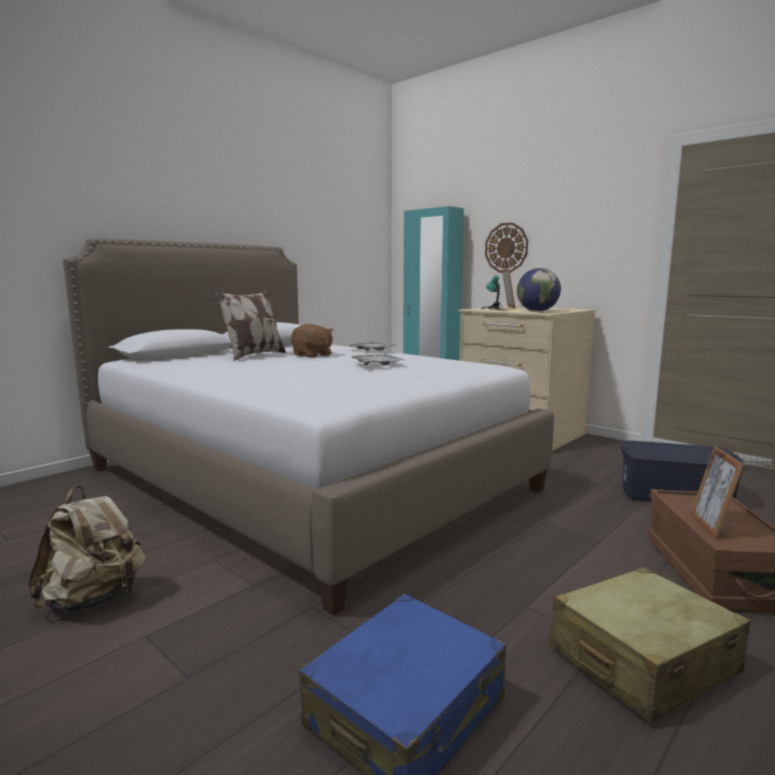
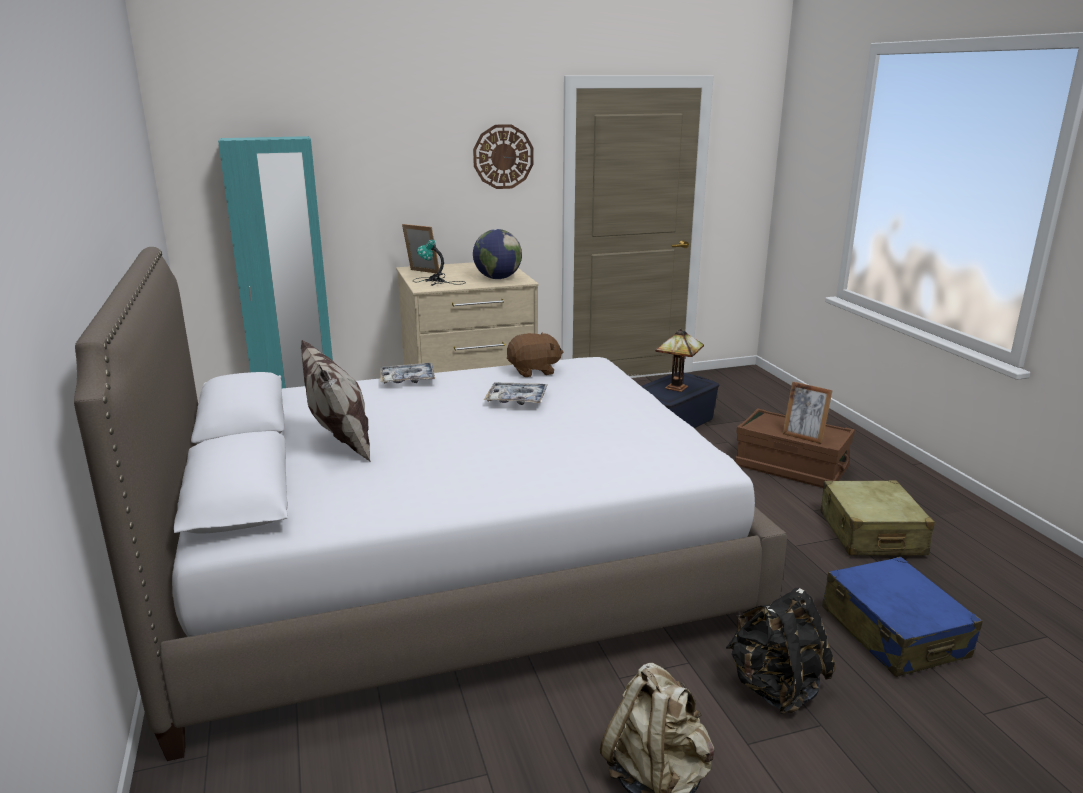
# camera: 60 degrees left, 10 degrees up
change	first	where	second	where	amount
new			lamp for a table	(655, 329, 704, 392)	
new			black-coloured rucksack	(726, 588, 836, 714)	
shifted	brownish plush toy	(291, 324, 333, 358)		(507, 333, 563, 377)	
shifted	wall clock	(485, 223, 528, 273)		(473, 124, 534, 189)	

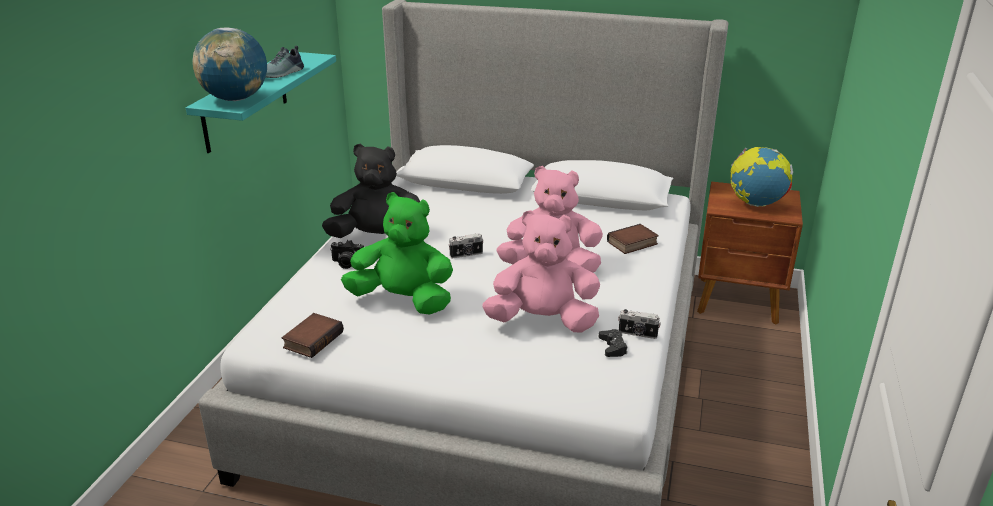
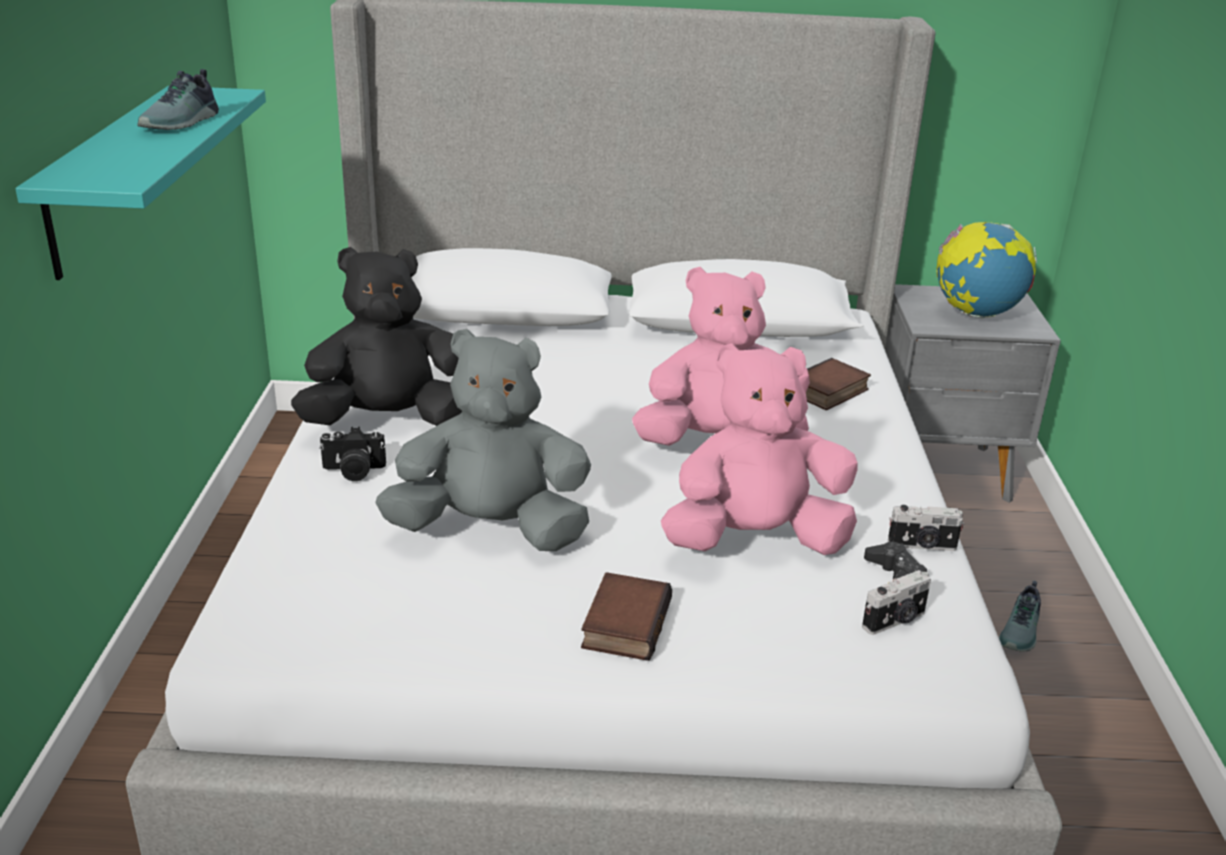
# camera: 15 degrees left, 0 degrees up
change	first	where	second	where	amount
gone	world globe	(192, 28, 267, 101)			
new			item of footwear	(999, 581, 1041, 652)	
shifted	bound book	(282, 313, 344, 358)		(581, 572, 672, 661)	
shifted	photo camera	(448, 233, 484, 258)		(862, 570, 931, 635)	
repainted	green-coloured plush toy	(341, 192, 453, 315)	gray plush toy	(375, 329, 591, 551)	
repainted	brownish bedside table	(697, 181, 803, 325)	gray bedside table	(885, 284, 1061, 503)	

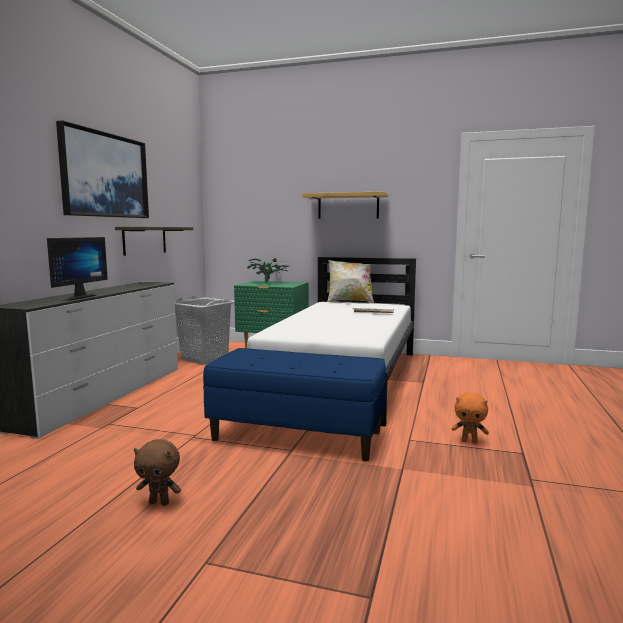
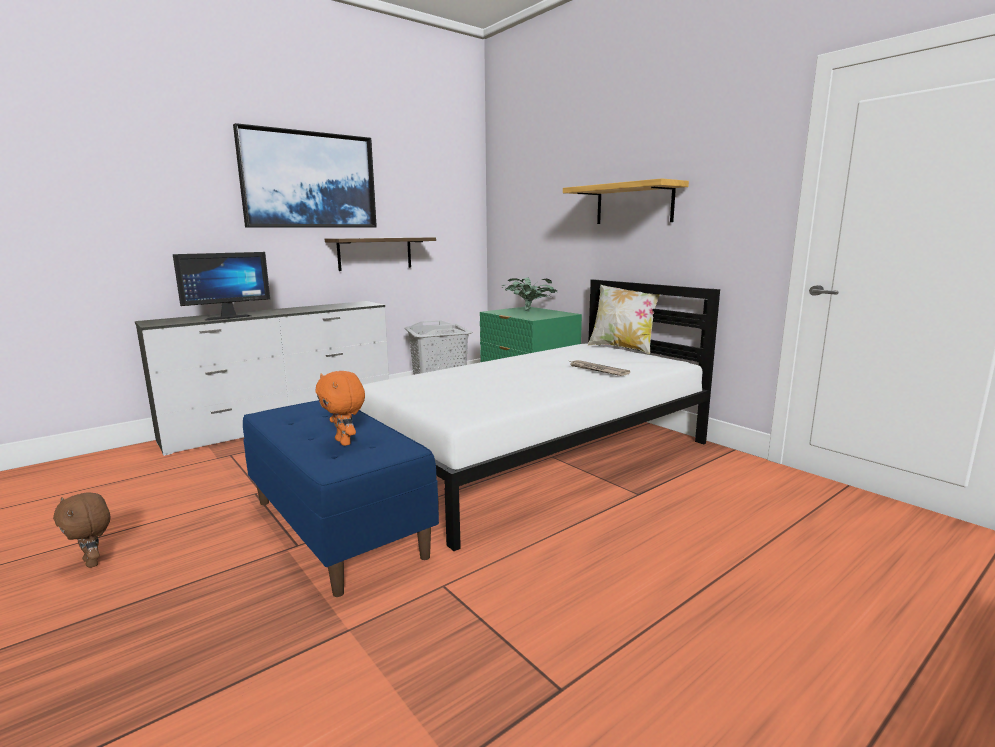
# camera: 35 degrees right, 5 degrees up
change	first	where	second	where	amount
shifted	orange plush toy	(452, 392, 489, 444)		(315, 371, 365, 446)	

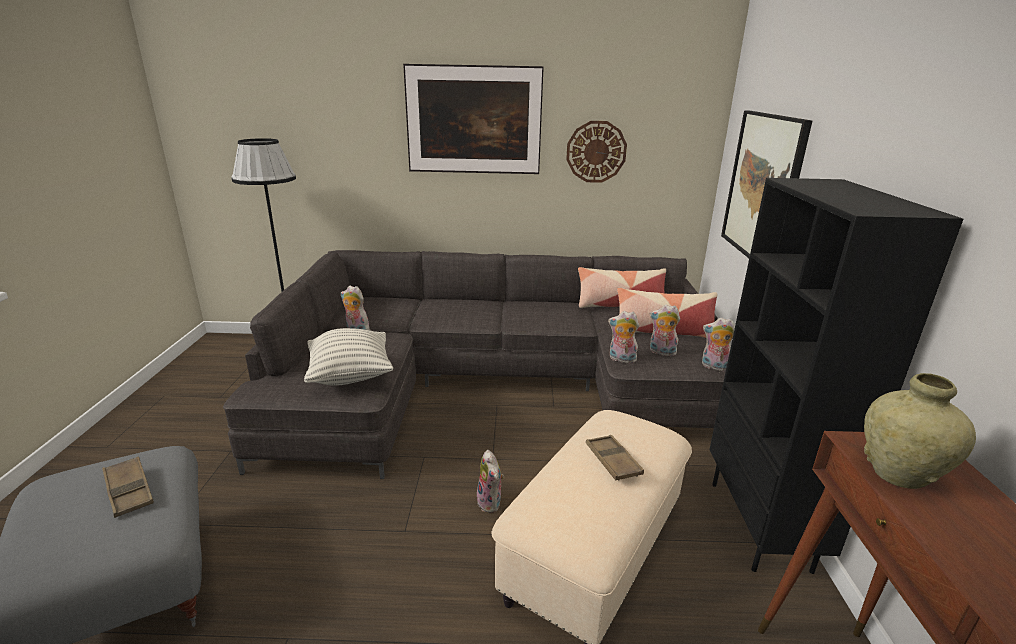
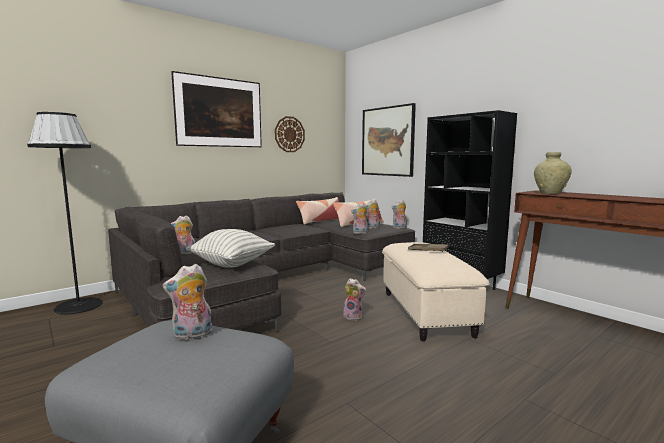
# camera: 40 degrees left, 15 degrees down
change	first	where	second	where	amount
swapped	brownish serving tray	(102, 456, 154, 518)	plush toy	(163, 264, 212, 340)	

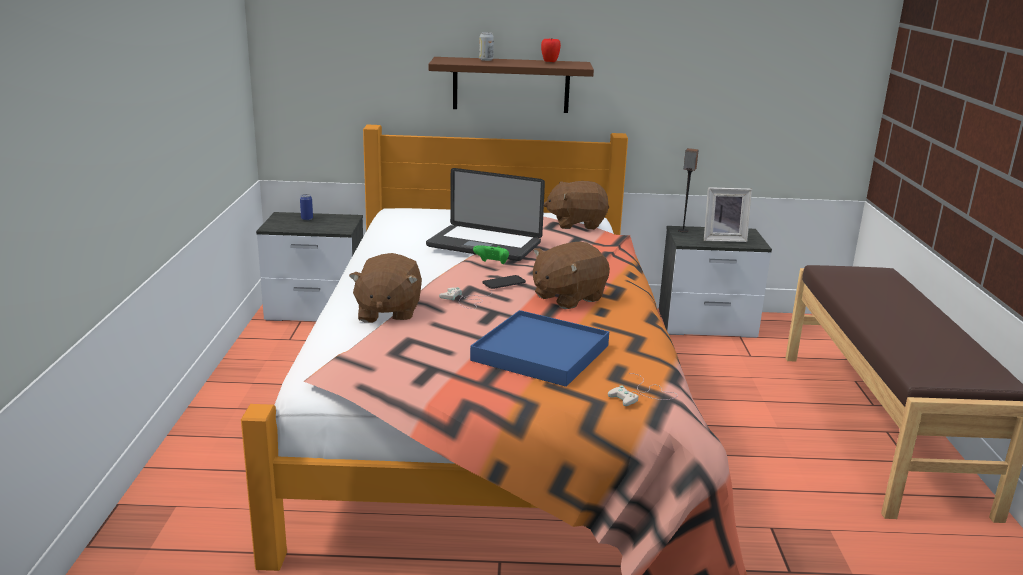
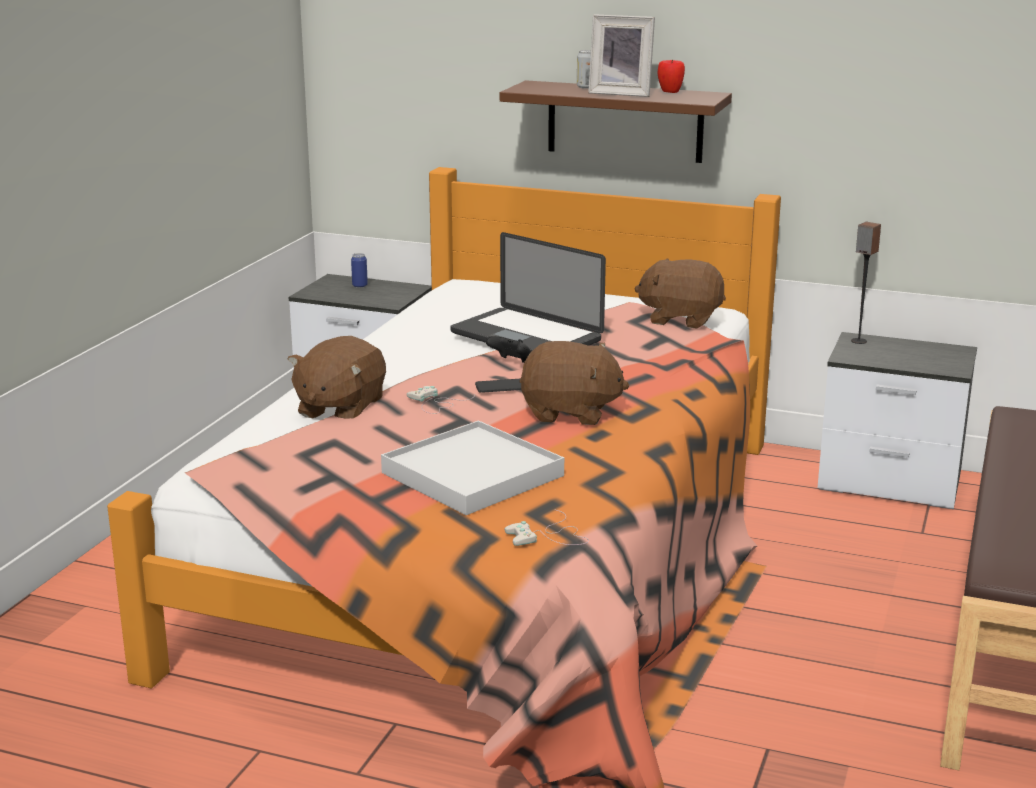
# camera: 20 degrees right, 0 degrees up
change	first	where	second	where	amount
shifted	picture frame	(704, 187, 752, 242)		(588, 14, 655, 97)	
repainted	bluish serving tray	(470, 310, 609, 387)	white-coloured serving tray	(381, 421, 564, 515)	
repainted	green-coloured joypad	(473, 245, 509, 264)	black-coloured joypad	(486, 336, 531, 363)	
rotated	brownish plush toy	(533, 242, 610, 309)		(519, 341, 629, 425)	150 degrees counterclockwise

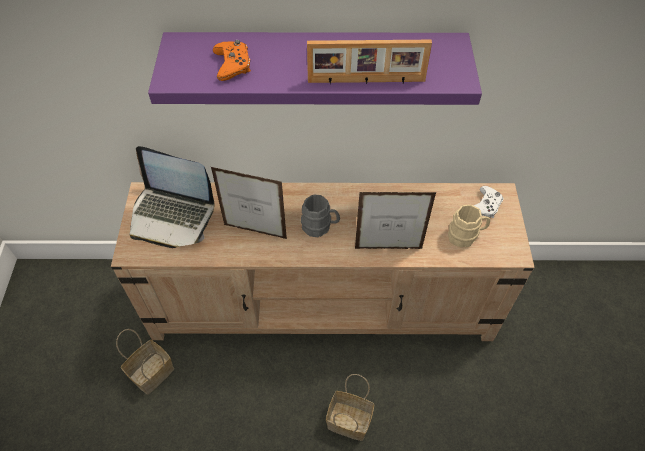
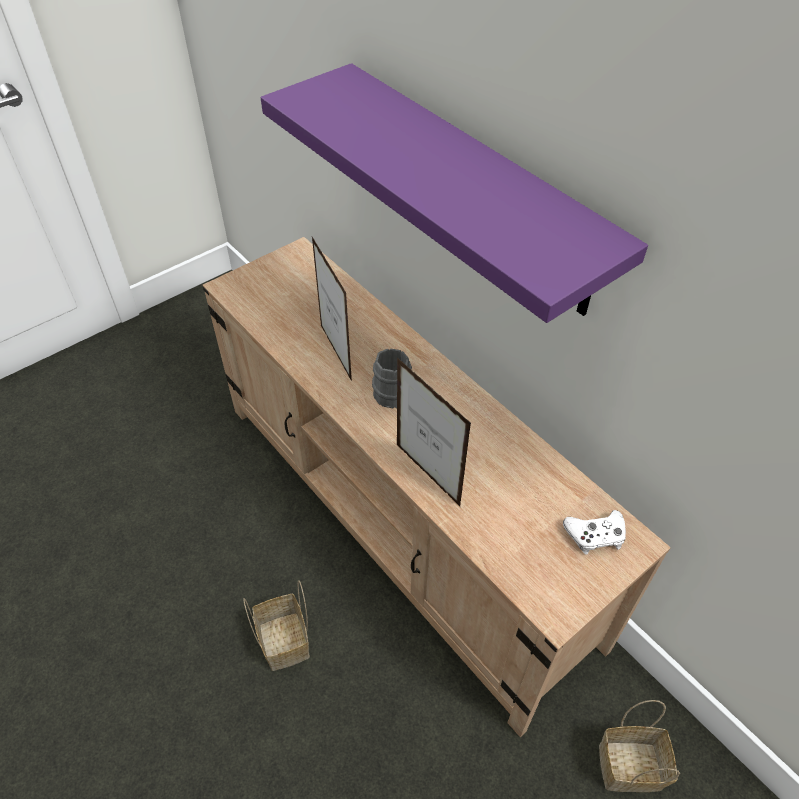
# camera: 50 degrees right, 5 degrees down
change	first	where	second	where	amount
gone	laptop	(129, 146, 214, 248)			
gone	orange joypad	(213, 40, 251, 81)			
gone	picture frame	(307, 40, 432, 84)			
gone	beige coffee mug	(448, 204, 490, 248)			
shifted	storage basket	(116, 329, 174, 395)		(599, 700, 680, 792)	

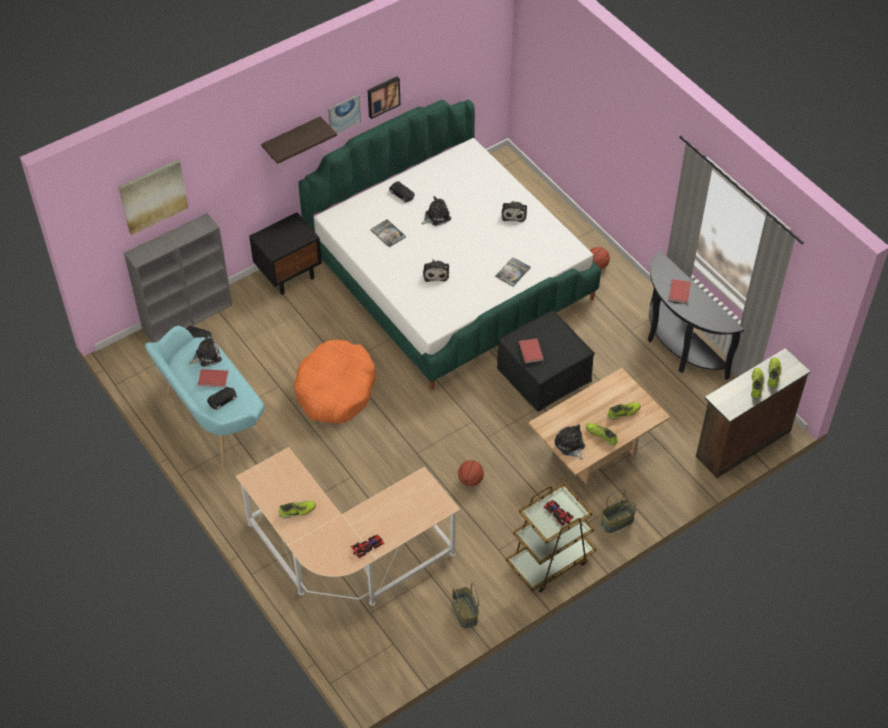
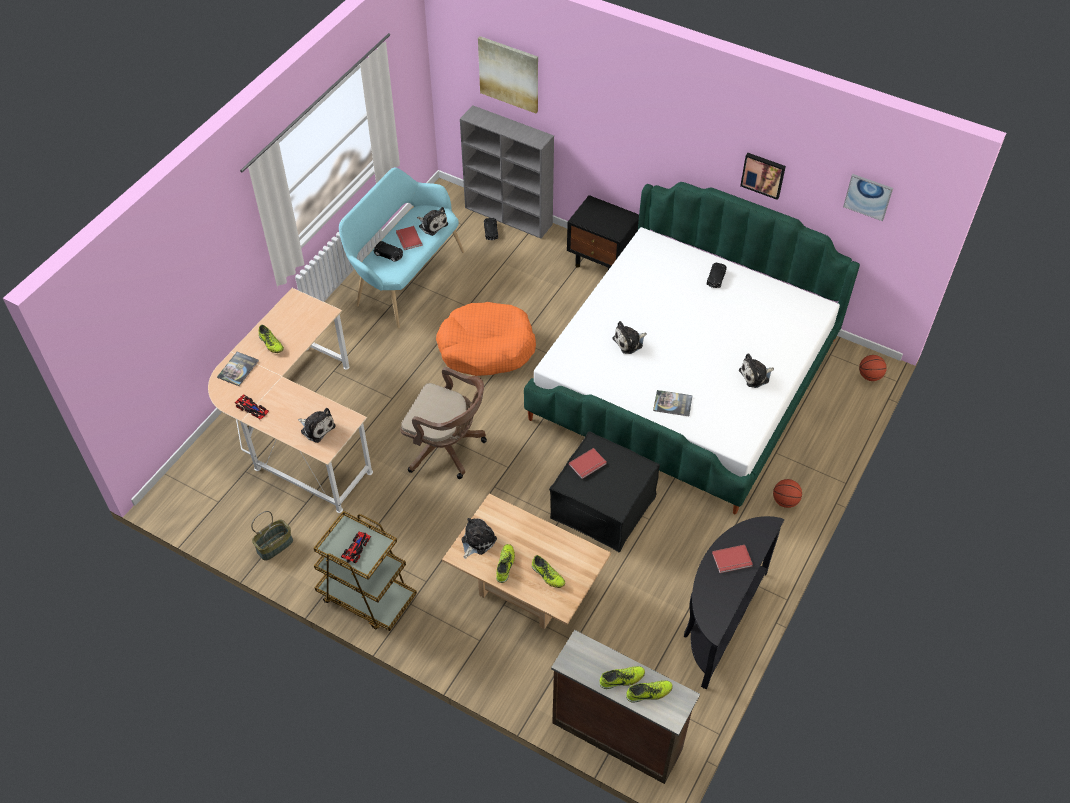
# camera: 65 degrees right, 0 degrees up
change	first	where	second	where	amount
gone	shelf	(261, 116, 337, 164)			
gone	storage basket	(601, 489, 636, 533)			
new			brownish computer chair	(400, 367, 487, 479)	
shifted	picture	(328, 94, 361, 133)		(843, 174, 893, 221)	
shifted	bound book	(370, 219, 406, 247)		(217, 352, 258, 386)	
shifted	plush toy	(421, 196, 451, 226)		(298, 408, 336, 443)	
shifted	basketball	(458, 460, 484, 486)		(859, 355, 887, 381)	

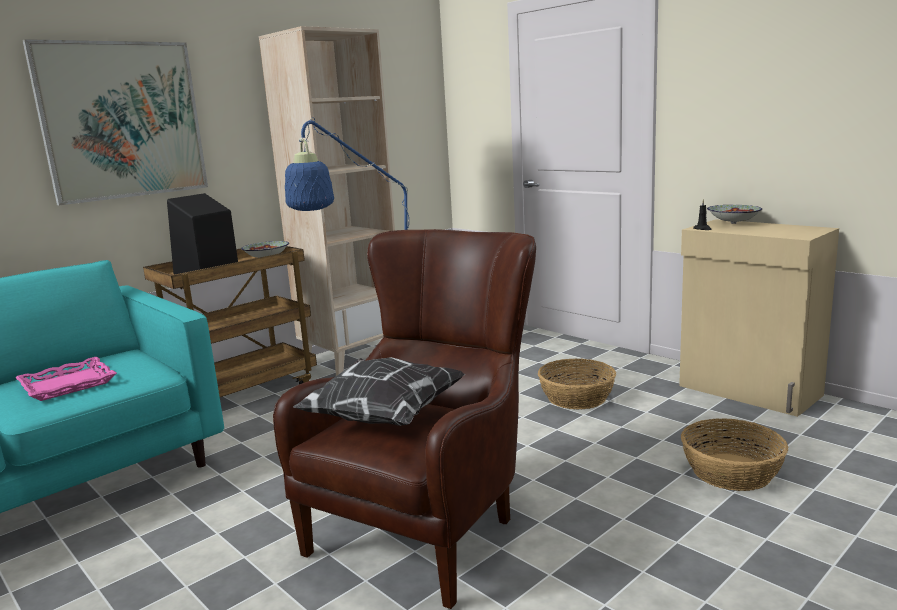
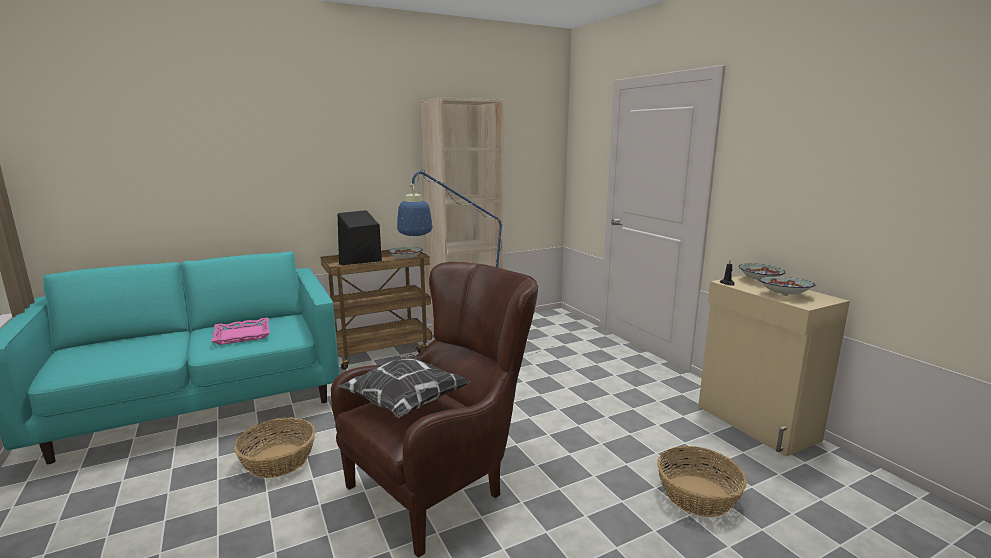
# camera: 15 degrees right, 0 degrees up
change	first	where	second	where	amount
gone	picture	(22, 39, 208, 205)			
new			deep dish	(759, 277, 815, 296)	
shifted	storage basket	(538, 358, 616, 410)		(234, 417, 316, 478)	

